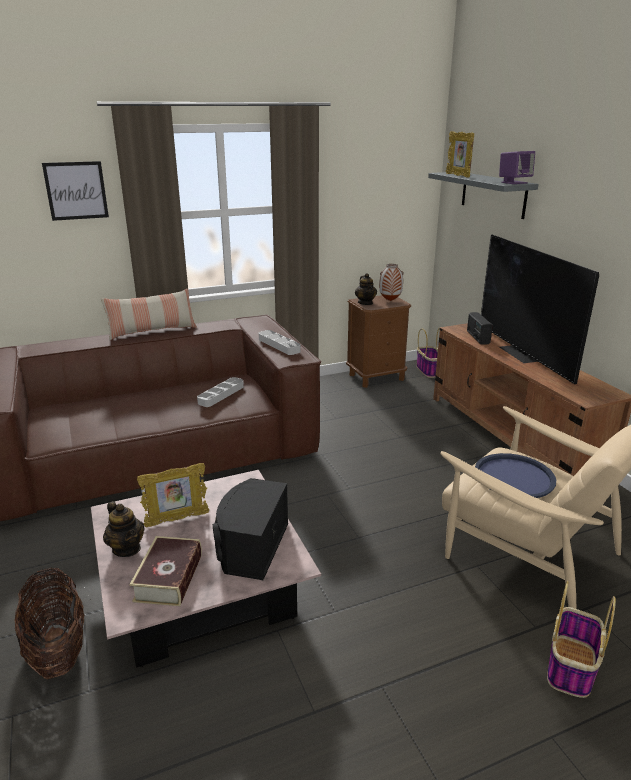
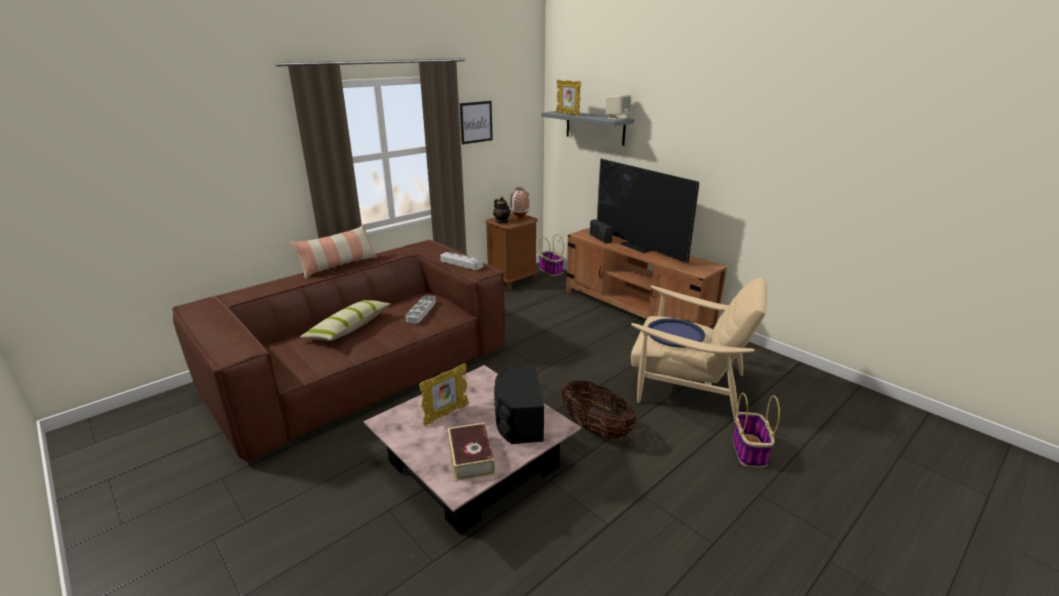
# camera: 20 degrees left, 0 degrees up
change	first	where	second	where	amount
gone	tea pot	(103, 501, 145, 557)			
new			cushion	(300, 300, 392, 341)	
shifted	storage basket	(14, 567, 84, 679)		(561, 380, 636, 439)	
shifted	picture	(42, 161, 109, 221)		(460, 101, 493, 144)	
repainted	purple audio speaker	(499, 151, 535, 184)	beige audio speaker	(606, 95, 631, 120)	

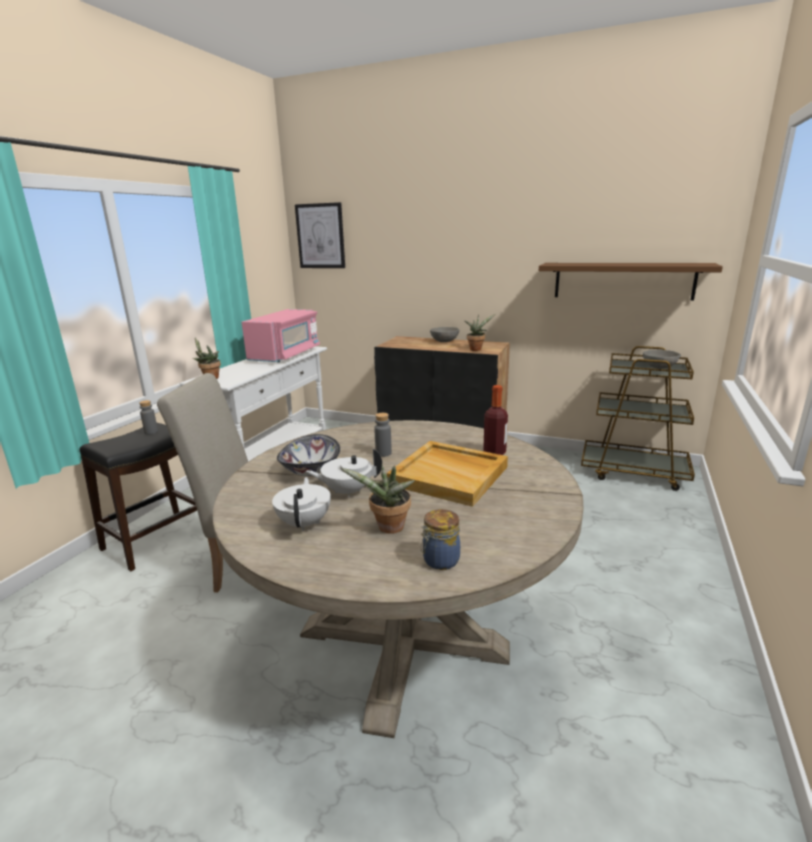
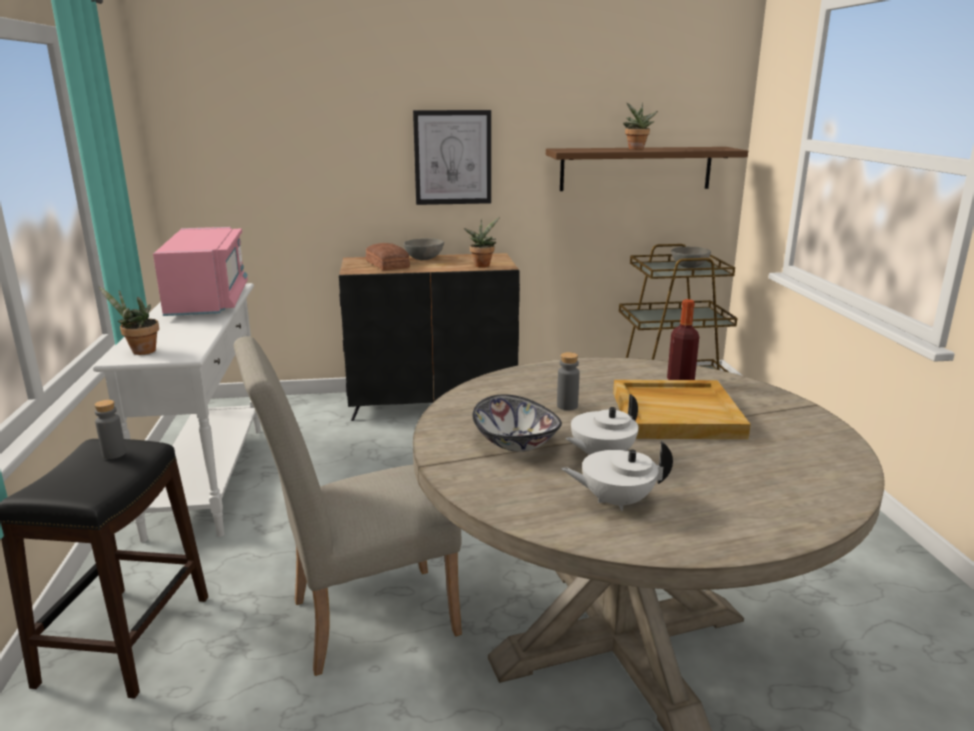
# camera: 30 degrees left, 0 degrees up
change	first	where	second	where	amount
gone	storage jar	(421, 509, 460, 570)			
new			bread	(366, 243, 410, 271)	
shifted	picture	(295, 202, 345, 268)		(413, 110, 491, 205)	
shifted	houseplant	(341, 464, 415, 534)		(623, 103, 658, 150)	
rotated	white-coloured tea pot	(272, 477, 331, 531)		(561, 441, 673, 511)	60 degrees counterclockwise

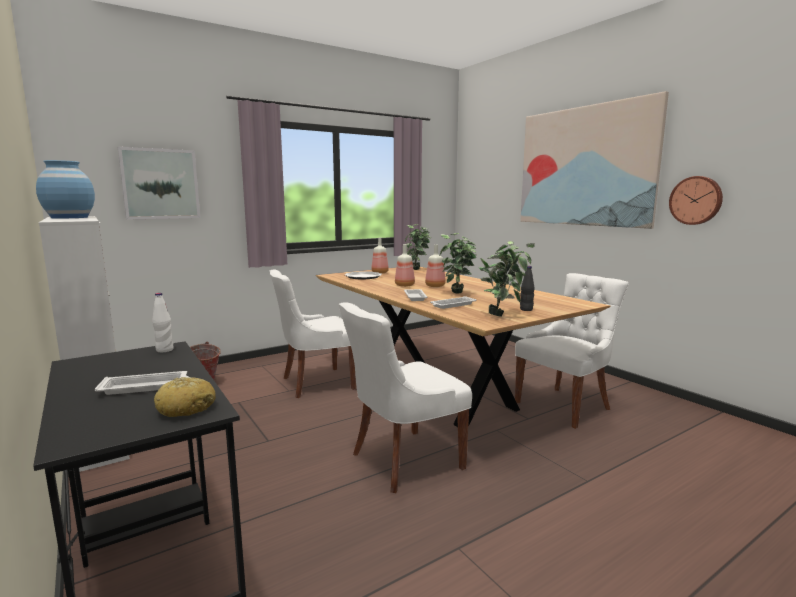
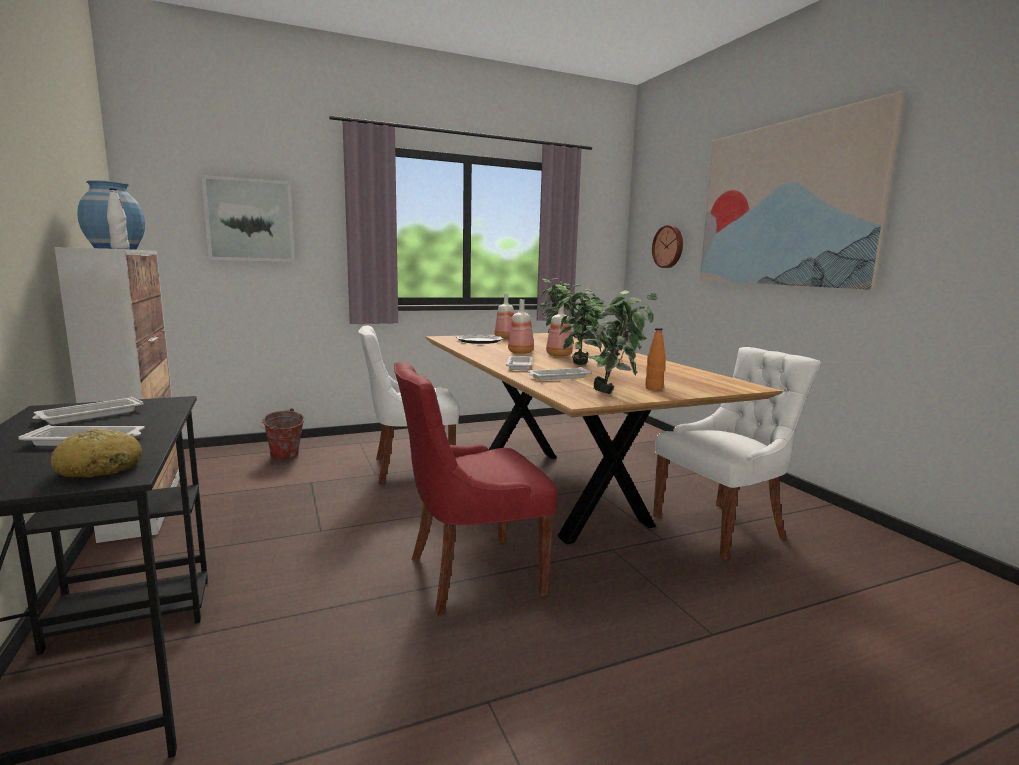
# camera: 10 degrees right, 0 degrees up
change	first	where	second	where	amount
new			white-coloured serving tray	(32, 396, 144, 424)	
shifted	white-coloured drink bottle	(152, 293, 174, 352)		(107, 188, 130, 249)	
shifted	wall clock	(669, 176, 723, 225)		(652, 225, 683, 268)	
repainted	white-coloured upright chair	(339, 302, 472, 493)	reddish upright chair	(394, 362, 558, 615)	
repainted	black-coloured drink bottle	(520, 266, 534, 311)	orange drink bottle	(645, 328, 666, 390)	

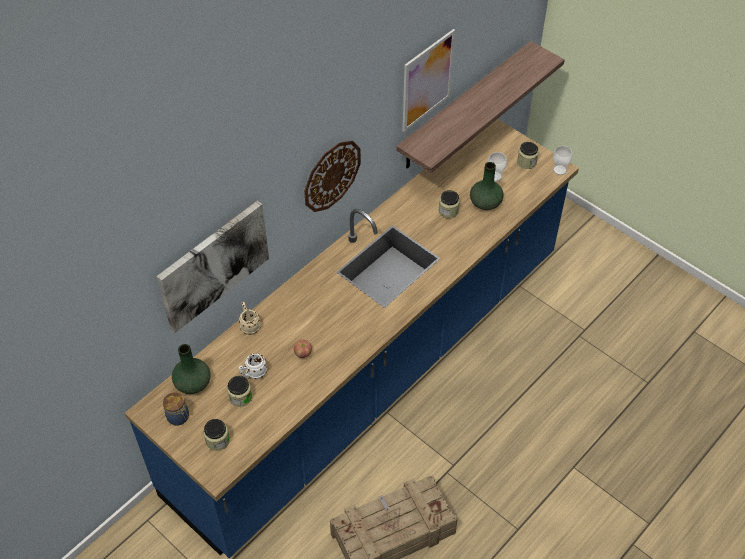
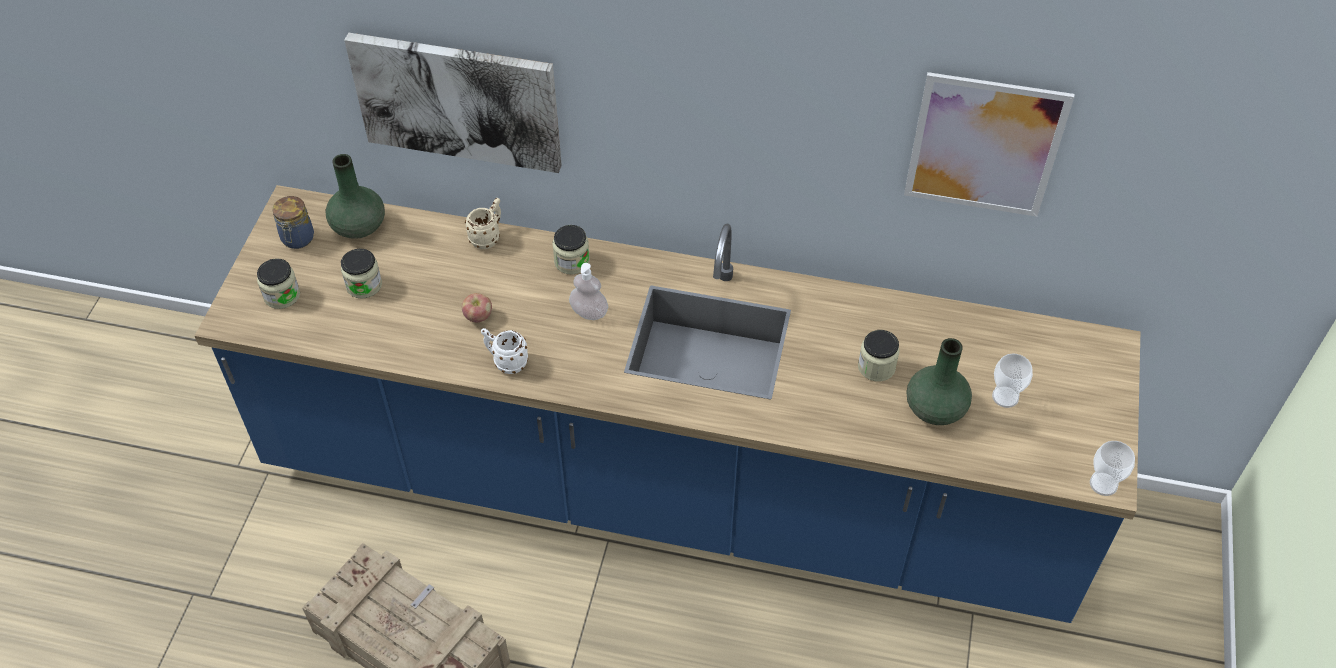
# camera: 60 degrees right, 0 degrees up
change	first	where	second	where	amount
gone	wall clock	(304, 141, 361, 212)			
gone	shelf	(396, 41, 565, 173)			
new			soap bottle	(569, 263, 608, 320)	
shifted	white-coloured coffee mug	(239, 353, 267, 379)		(481, 328, 528, 374)	
shifted	storage jar	(517, 142, 539, 169)		(552, 225, 590, 275)	

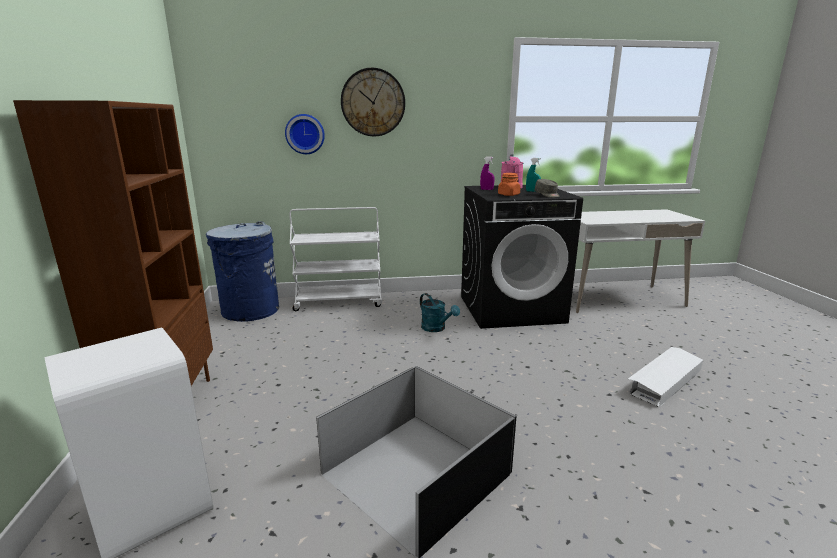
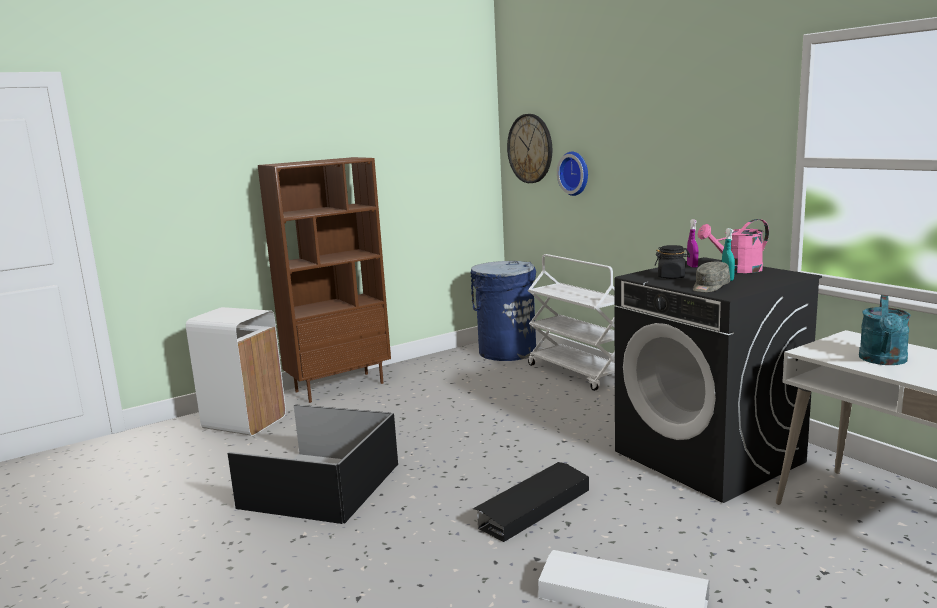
# camera: 65 degrees right, 5 degrees down
change	first	where	second	where	amount
new			black-coloured storage bin	(473, 462, 589, 543)	
shifted	wall clock	(341, 68, 405, 136)		(507, 114, 552, 183)	
shifted	blue-green sprinkling can	(420, 293, 460, 332)		(859, 295, 911, 365)	
repainted	orange storage jar	(498, 173, 520, 196)	black-coloured storage jar	(655, 245, 690, 279)	

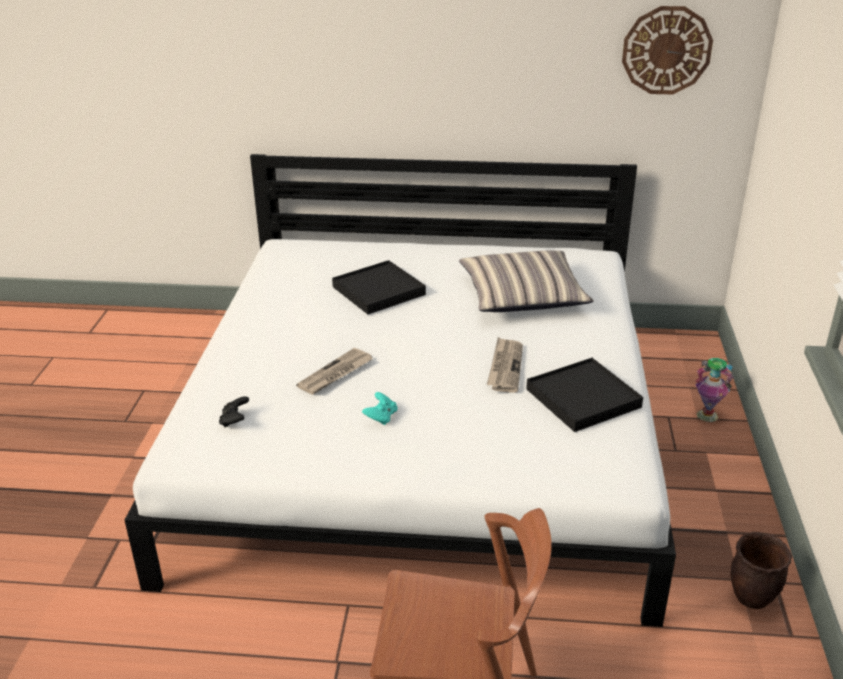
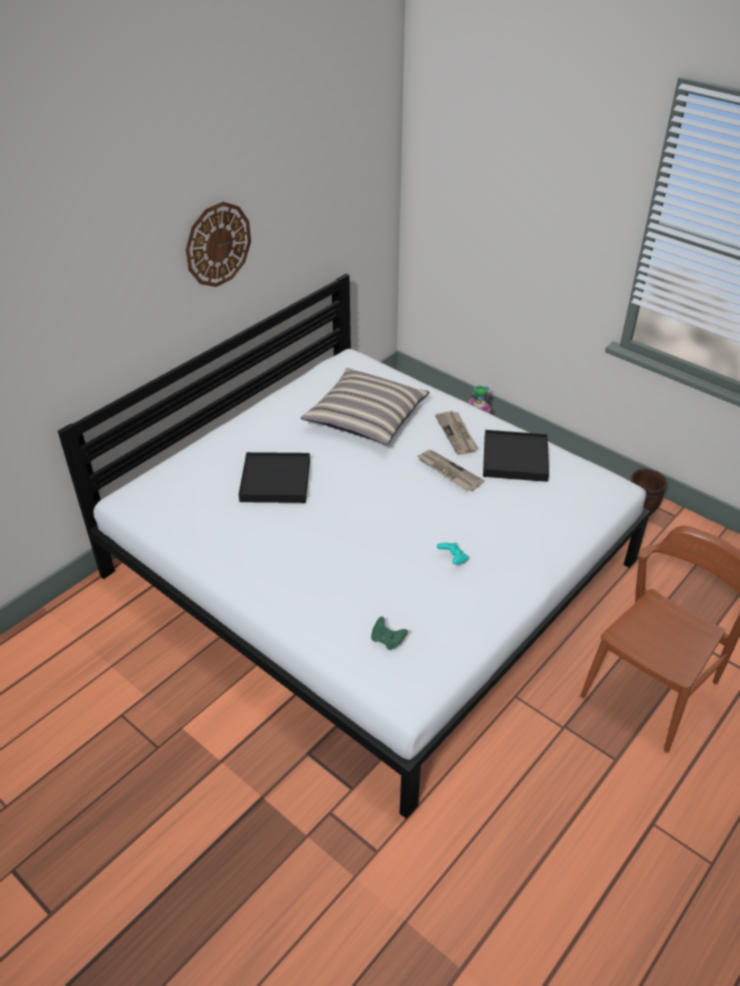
# camera: 55 degrees left, 10 degrees up
change	first	where	second	where	amount
shifted	newspaper	(296, 348, 373, 395)		(435, 411, 478, 455)	
shifted	wall clock	(622, 6, 713, 94)		(186, 202, 251, 287)	
repainted	black-coloured joypad	(219, 396, 249, 427)	green-coloured joypad	(371, 616, 408, 650)	

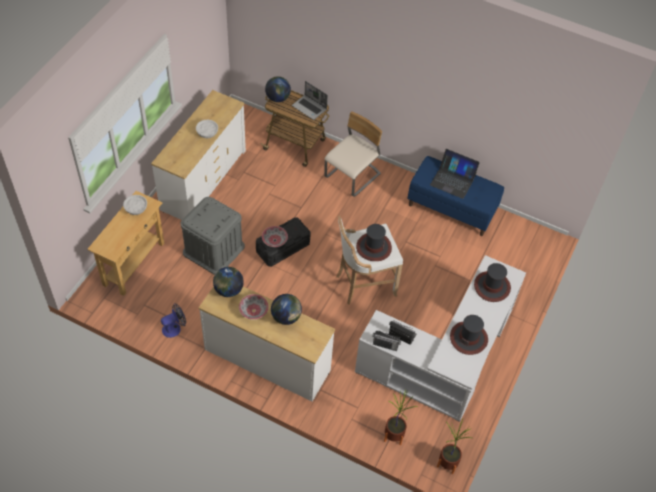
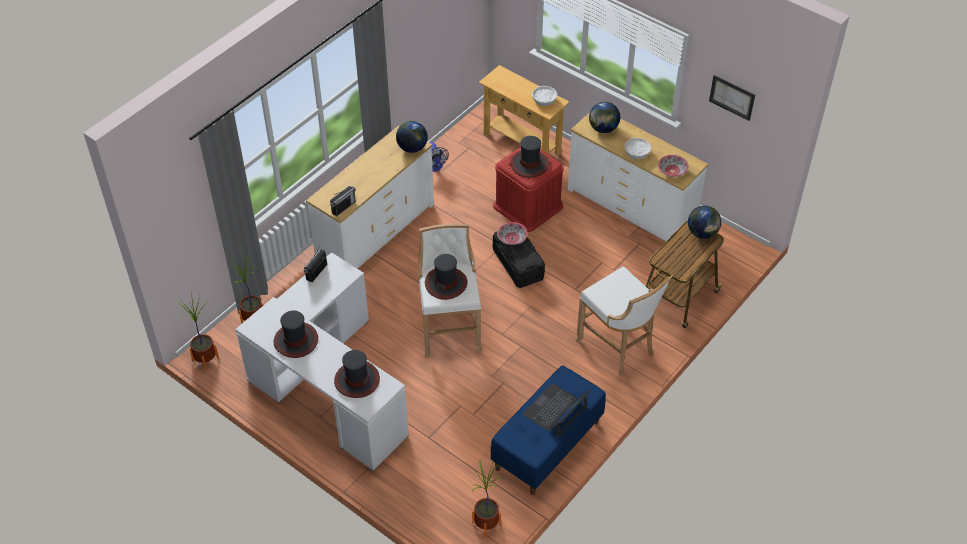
# camera: 105 degrees right, 5 degrees down
change	first	where	second	where	amount
gone	laptop	(292, 81, 328, 120)			
new			houseplant	(472, 461, 503, 537)	
new			clothing hat	(511, 136, 549, 178)	
new			picture	(709, 75, 755, 121)	
shifted	deep dish	(239, 294, 269, 320)		(658, 155, 689, 177)	
shifted	world globe	(271, 294, 302, 325)		(589, 102, 620, 133)	
shifted	radio	(389, 320, 416, 345)		(330, 186, 356, 216)	
swapped	beige upright chair	(324, 111, 382, 197)	white-coloured stool	(575, 266, 670, 376)	
repainted	gray storage bin	(180, 197, 245, 275)	reddish storage bin	(493, 147, 564, 232)	

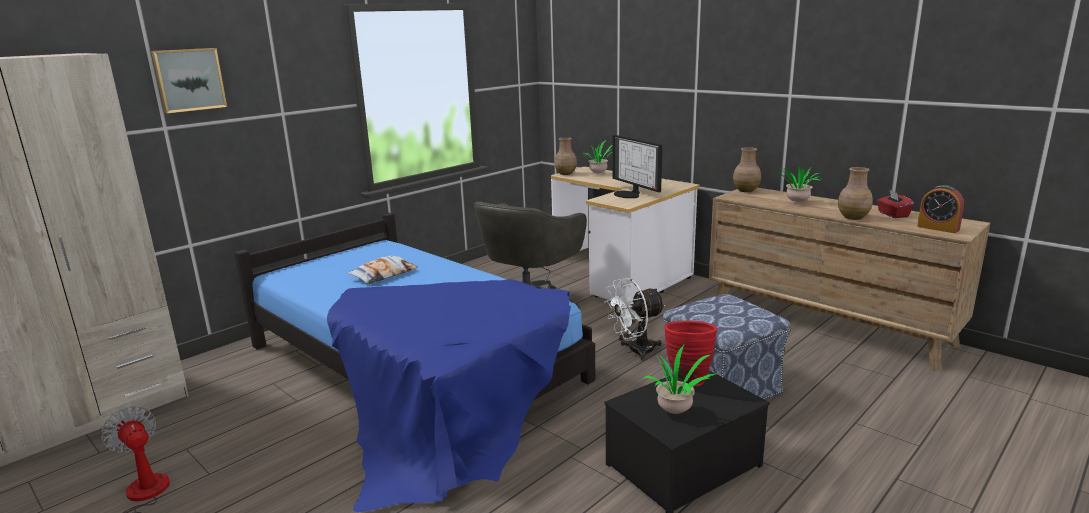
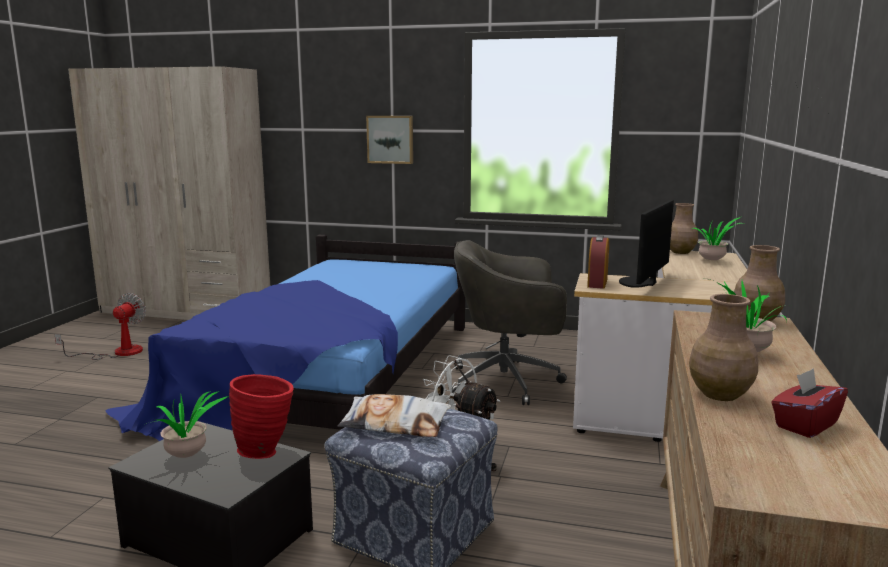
# camera: 60 degrees right, 5 degrees down
change	first	where	second	where	amount
shifted	picture	(151, 48, 227, 113)		(366, 116, 413, 164)	
shifted	cushion	(347, 256, 418, 284)		(338, 394, 451, 437)	
shifted	alarm clock	(917, 185, 964, 233)		(587, 235, 609, 289)	

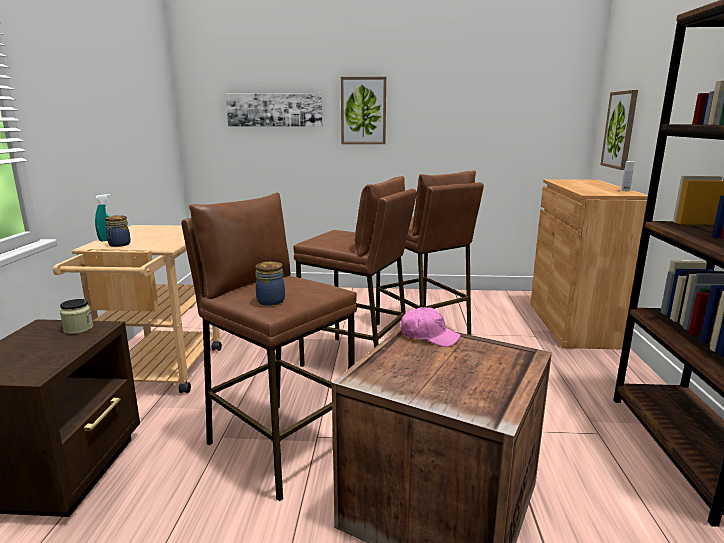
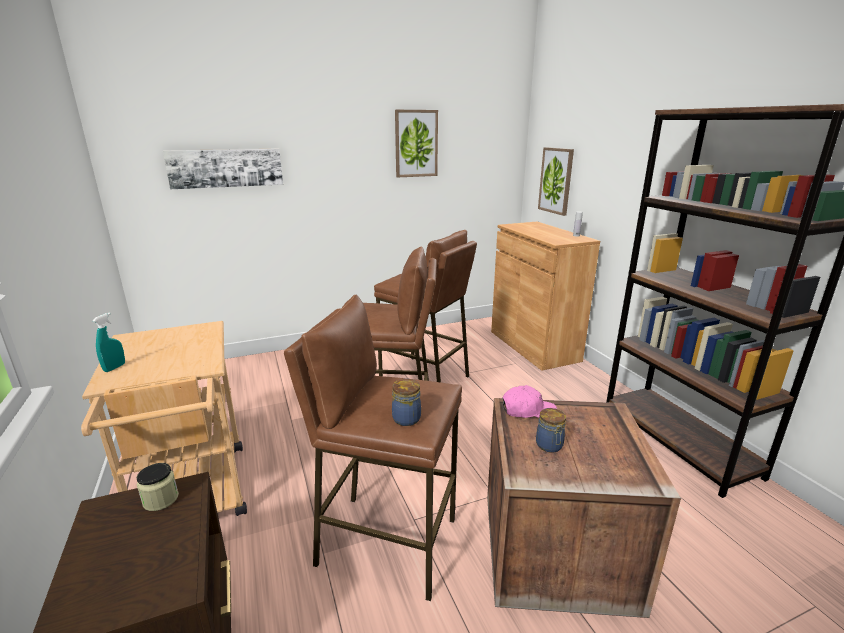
# camera: 25 degrees left, 5 degrees up
change	first	where	second	where	amount
shifted	storage jar	(105, 215, 131, 247)		(536, 408, 566, 453)	
shifted	picture	(341, 77, 386, 144)		(395, 110, 438, 177)	

